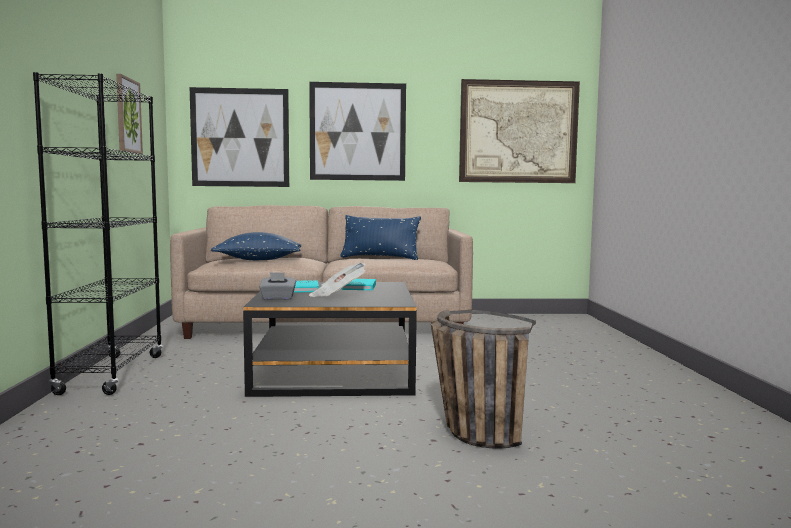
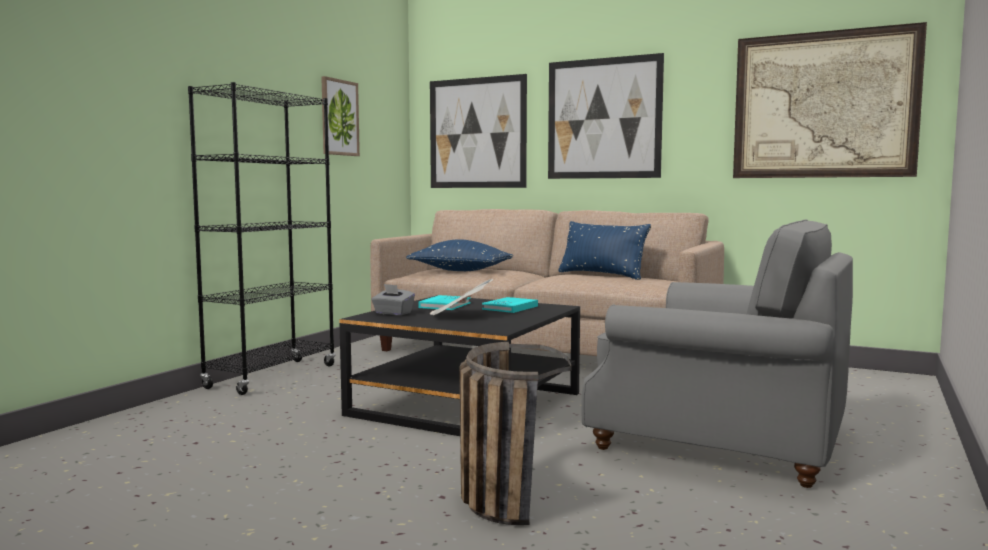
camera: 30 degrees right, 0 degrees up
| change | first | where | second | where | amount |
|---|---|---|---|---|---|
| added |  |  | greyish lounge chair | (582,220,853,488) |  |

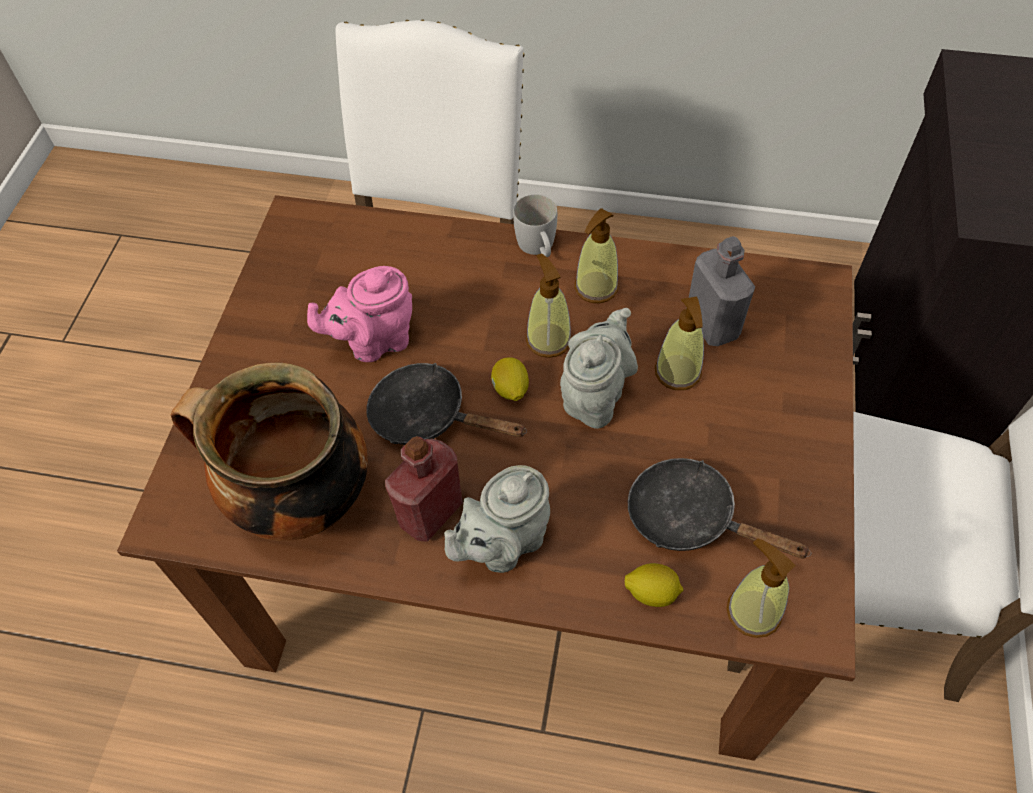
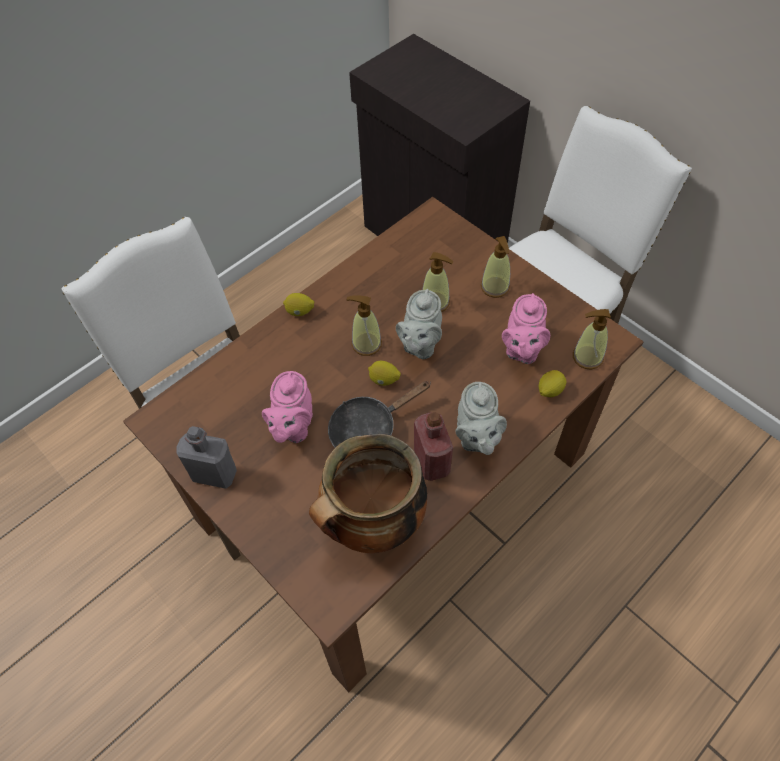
camera: 55 degrees left, 0 degrees up
| change | first | where | second | where | amount |
|---|---|---|---|---|---|
| replaced | white tea mug | (513,194,557,257) | citrus fruit | (283,293,314,316) |  |
| turned | greyish tea pot | (560,308,638,429) |  | (396,289,442,359) | 135 degrees counterclockwise |
| moved | soap bottle | (575,208,619,303) |  | (481,236,510,298) |  |
| replaced | black-coloured frying pan | (628,458,811,559) | pink tea pot | (502,293,550,364) |  |
| moved | greyish drink bottle | (686,236,755,346) |  | (176,426,237,489) |  |

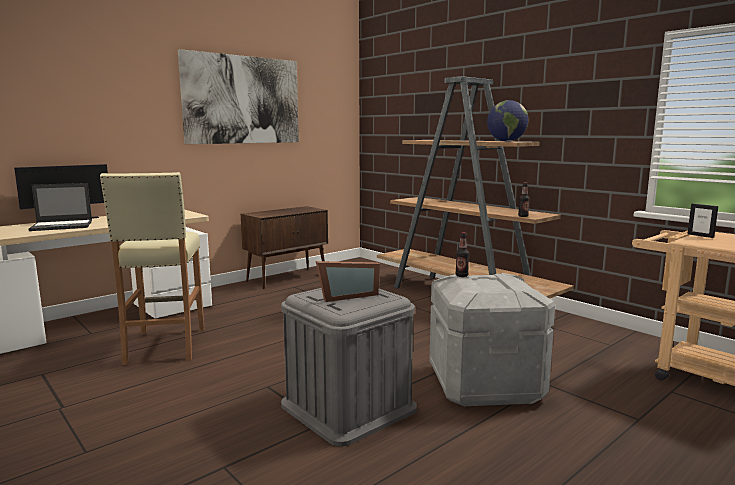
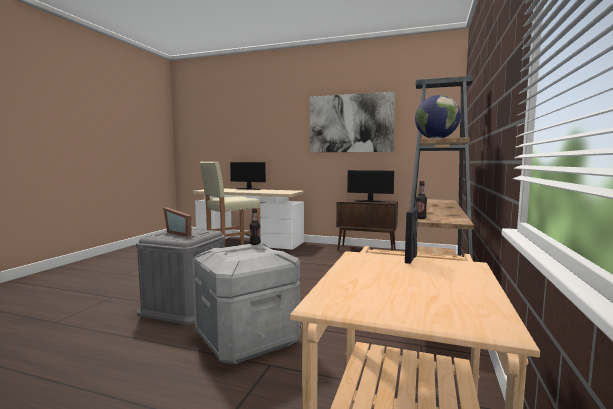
camera: 60 degrees right, 5 degrees down
| change | first | where | second | where | amount |
|---|---|---|---|---|---|
| removed | portable computer | (28,183,92,231) |  |  |  |
| added |  |  | computer display | (347,170,394,203) |  |

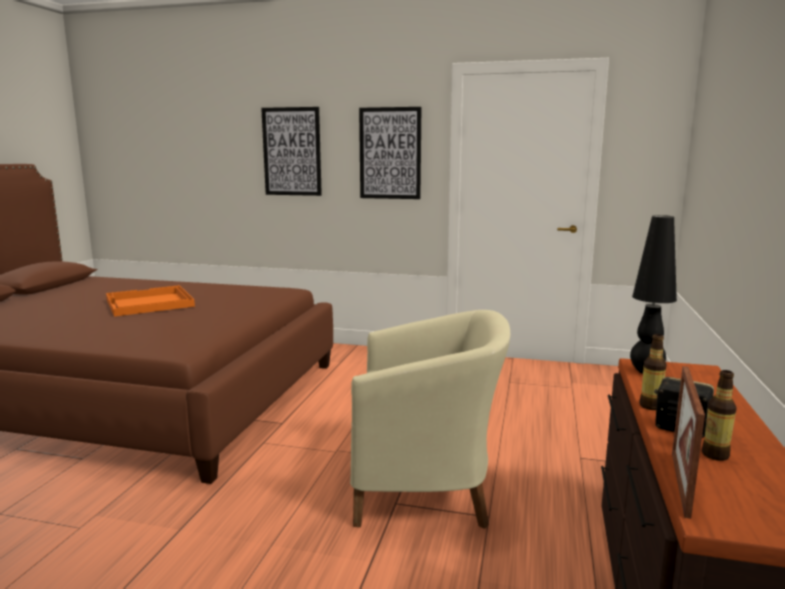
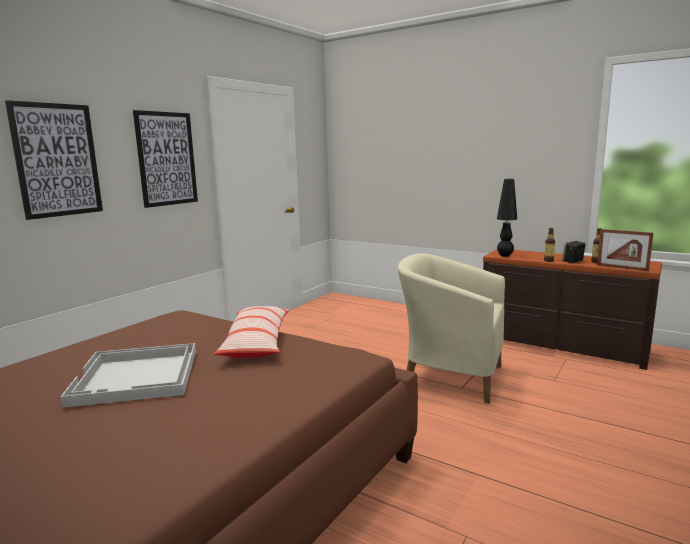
camera: 70 degrees left, 0 degrees up
| change | first | where | second | where | amount |
|---|---|---|---|---|---|
| recoloured | orange-coloured carrying tray | (106,285,195,317) | white carrying tray | (60,343,196,407) |  |
| turned | beige-coloured lounge chair | (350,310,510,529) |  | (398,253,505,404) | 90 degrees counterclockwise |
| added |  |  | cushion | (214,306,289,358) |  |

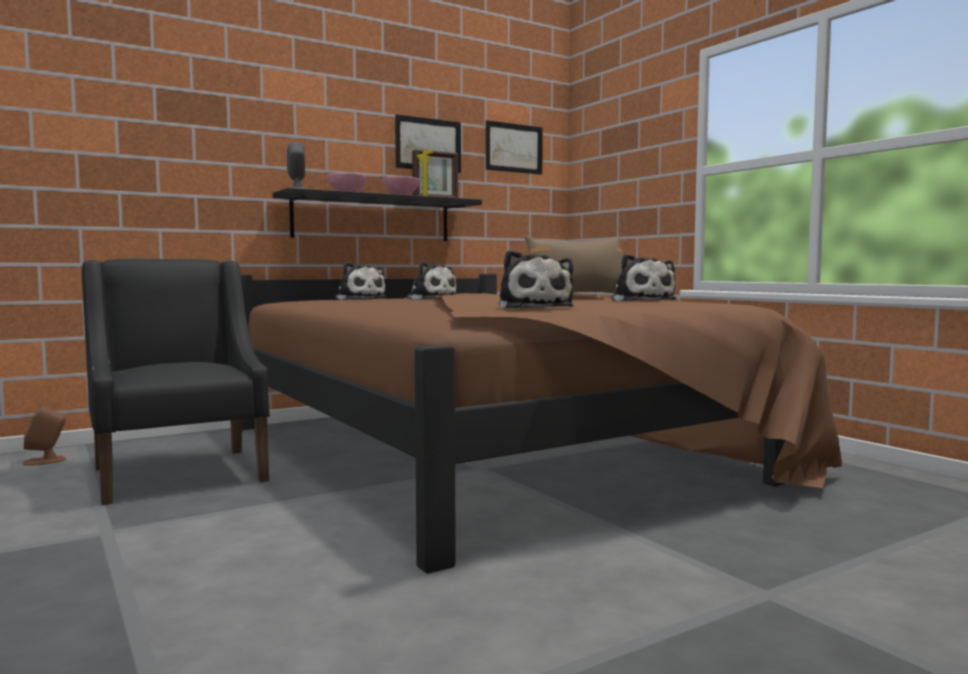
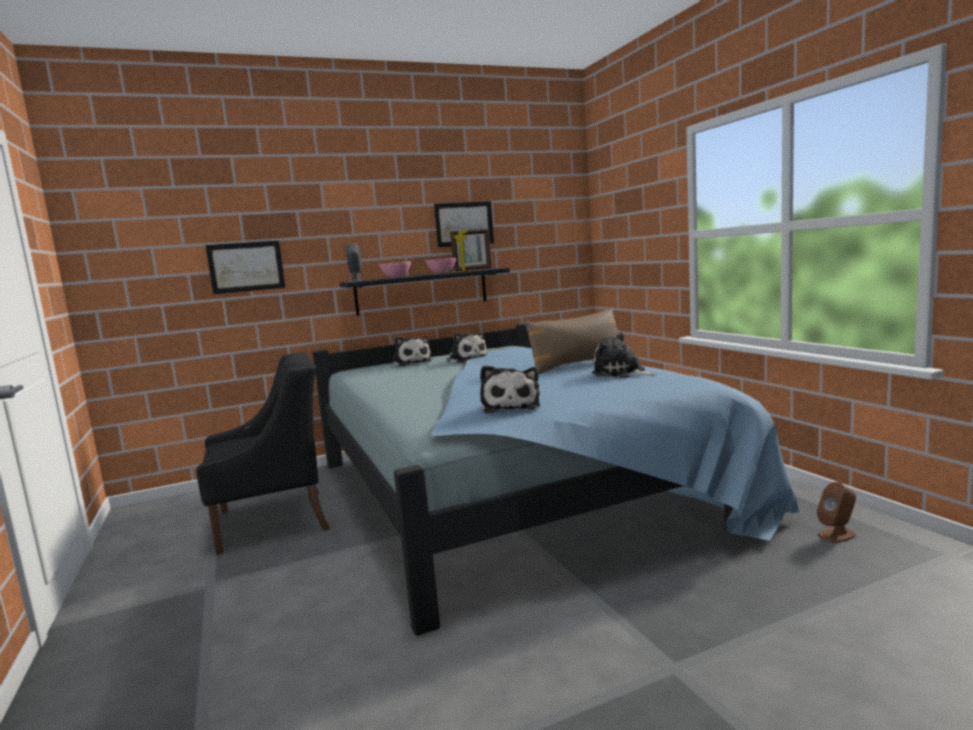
camera: 10 degrees right, 5 degrees up
| change | first | where | second | where | amount |
|---|---|---|---|---|---|
| moved | brown-coloured loudspeaker | (23,406,66,466) |  | (817,482,856,543) |  |
| turned | black-coloured lounge chair | (82,259,270,505) |  | (196,352,330,555) | 90 degrees clockwise |
| recoloured | brown-coloured bed | (241,274,842,574) | blue-coloured bed | (312,323,799,636) |  |
| moved | wall picture | (486,120,543,175) |  | (205,241,285,294) |  |
| turned | plush toy | (611,254,676,301) |  | (592,332,657,378) | 135 degrees clockwise |

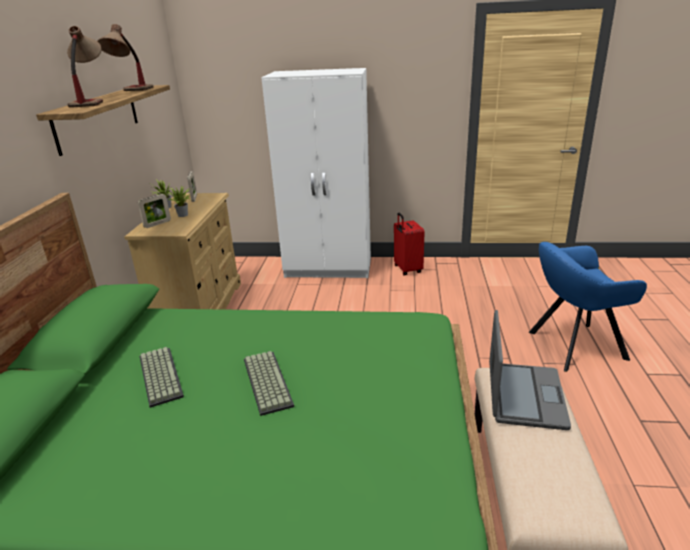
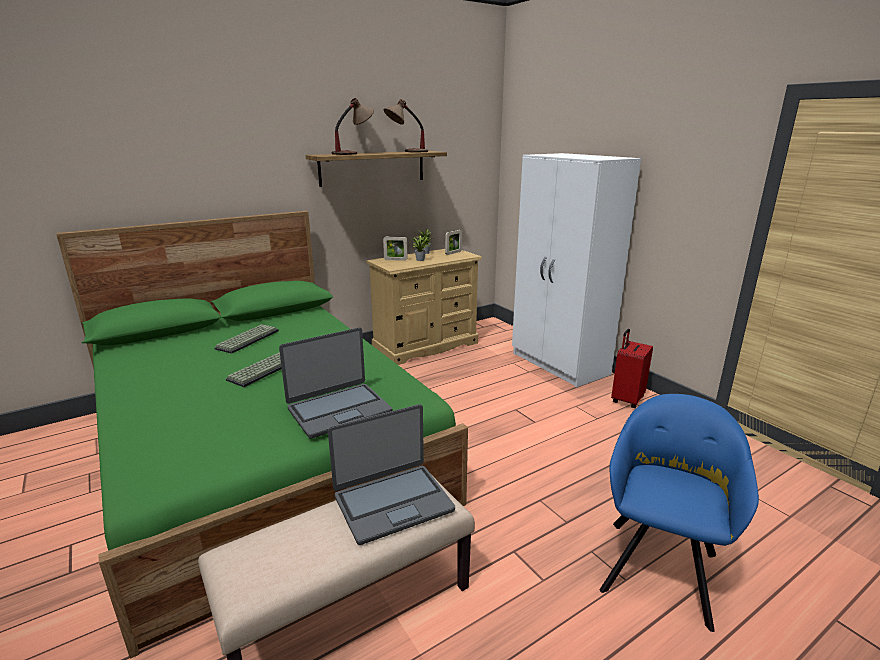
camera: 50 degrees right, 5 degrees down
| change | first | where | second | where | amount |
|---|---|---|---|---|---|
| turned | blue-coloured lounge chair | (529,242,647,372) |  | (600,394,759,632) | 75 degrees clockwise |
| added |  |  | portable computer | (279,328,393,439) |  |

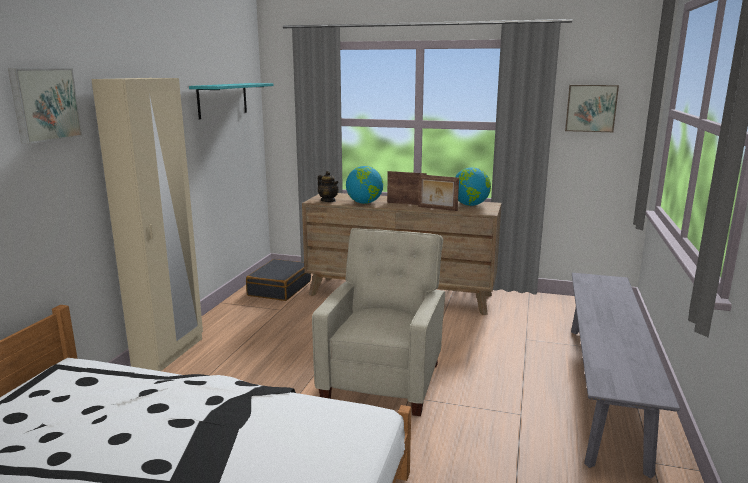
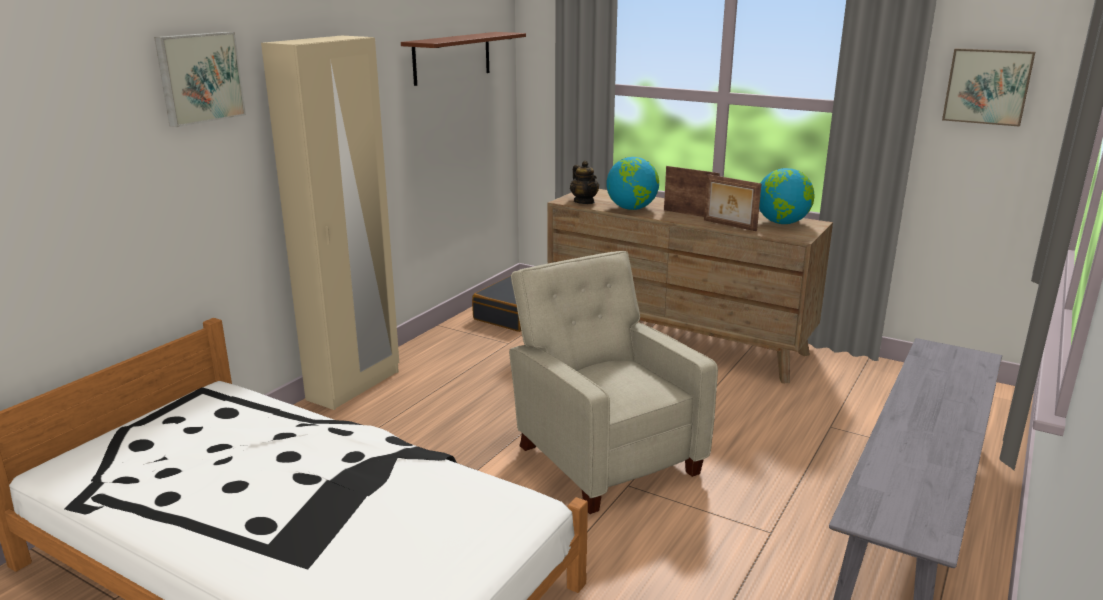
camera: 15 degrees right, 5 degrees up
| change | first | where | second | where | amount |
|---|---|---|---|---|---|
| recoloured | turquoise-coloured shelf | (189,83,274,120) | brown-coloured shelf | (401,32,526,86) |  |
| turned | beige-coloured lounge chair | (312,228,445,416) |  | (509,251,718,514) | 60 degrees counterclockwise |

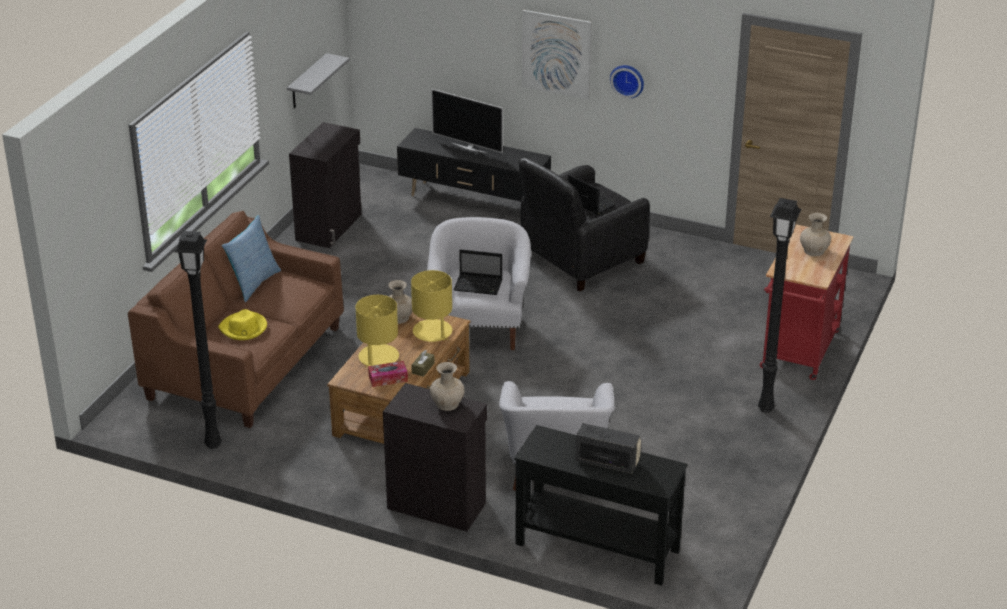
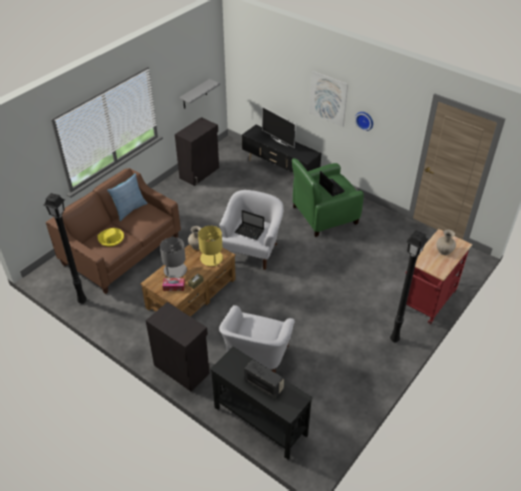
camera: 15 degrees right, 10 degrees up
| change | first | where | second | where | amount |
|---|---|---|---|---|---|
| recoloured | yellow tabletop lamp | (356,295,399,368) | greyish tabletop lamp | (160,237,187,278) |  |
| removed | beige-coloured vase | (430,362,464,411) |  |  |  |
| recoloured | black-coloured lounge chair | (519,158,650,292) | green-coloured lounge chair | (292,158,364,237) |  |

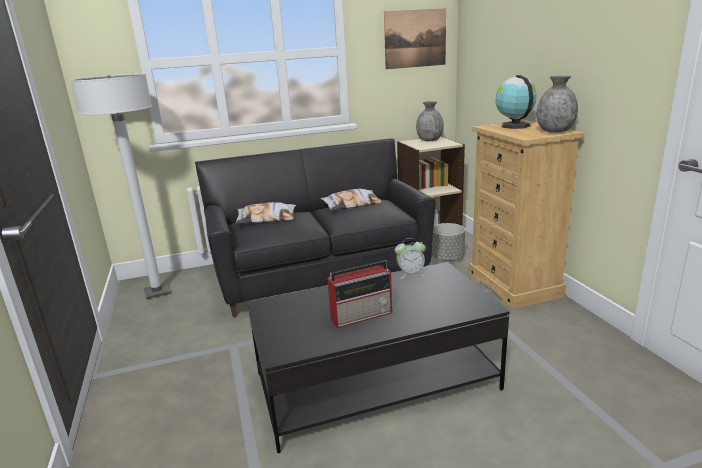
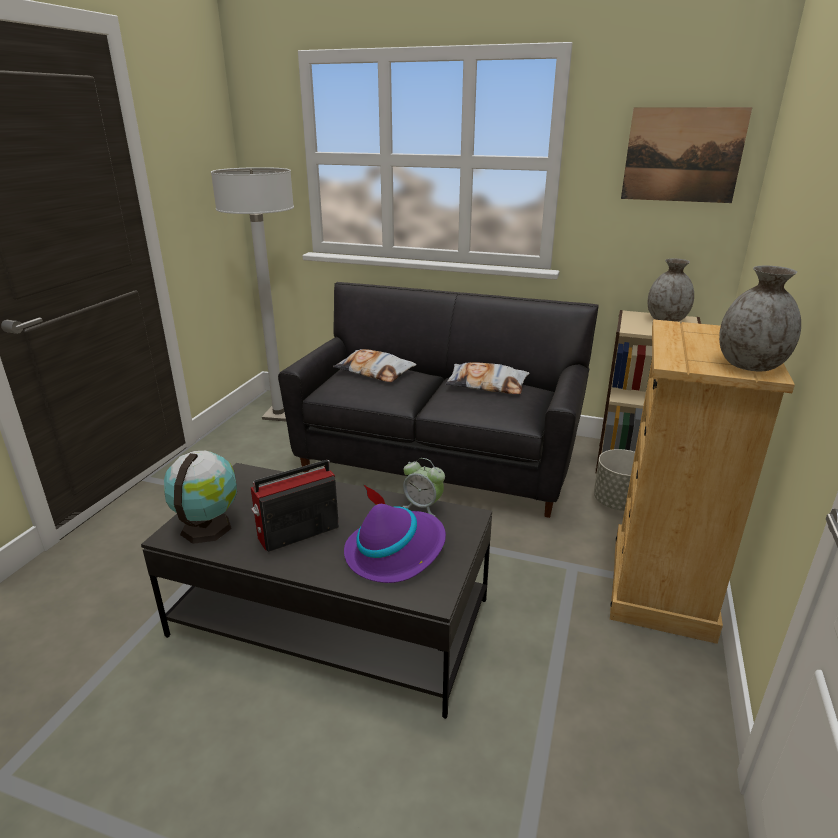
camera: 35 degrees right, 5 degrees up
| change | first | where | second | where | amount |
|---|---|---|---|---|---|
| turned | radio receiver | (328,260,392,328) |  | (251,460,339,552) | 135 degrees clockwise |
| moved | world globe | (496,75,536,129) |  | (164,451,237,544) |  |
| added |  |  | purple clothing hat | (344,484,446,583) |  |

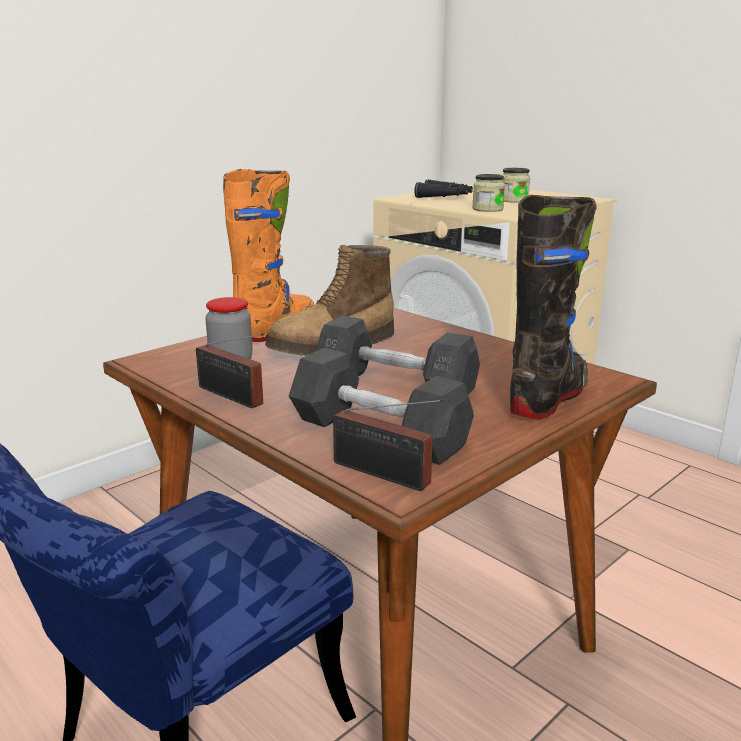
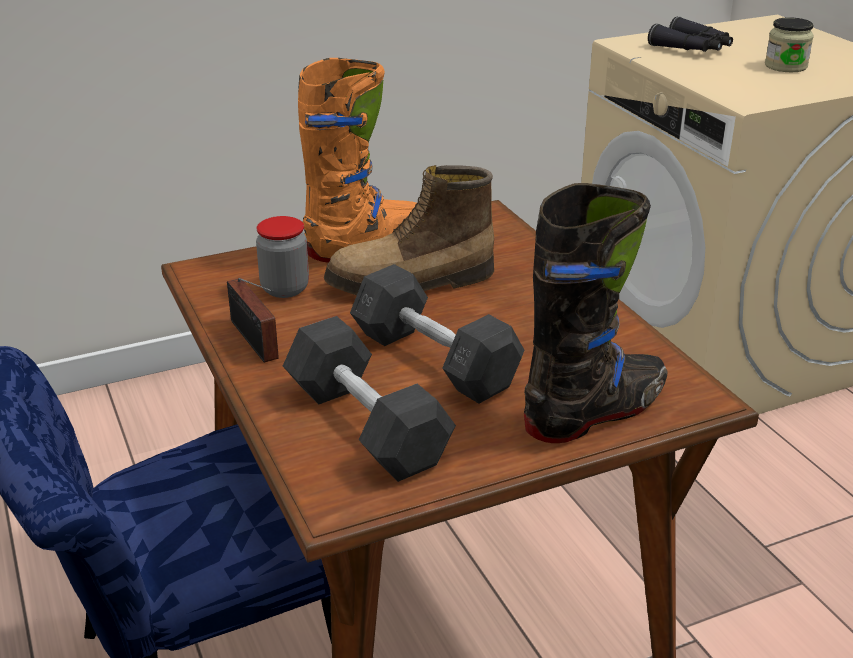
camera: 20 degrees right, 10 degrees up
| change | first | where | second | where | amount |
|---|---|---|---|---|---|
| removed | radio receiver | (333,399,444,491) |  |  |  |
| removed | storage jar | (472,174,505,212) |  |  |  |

